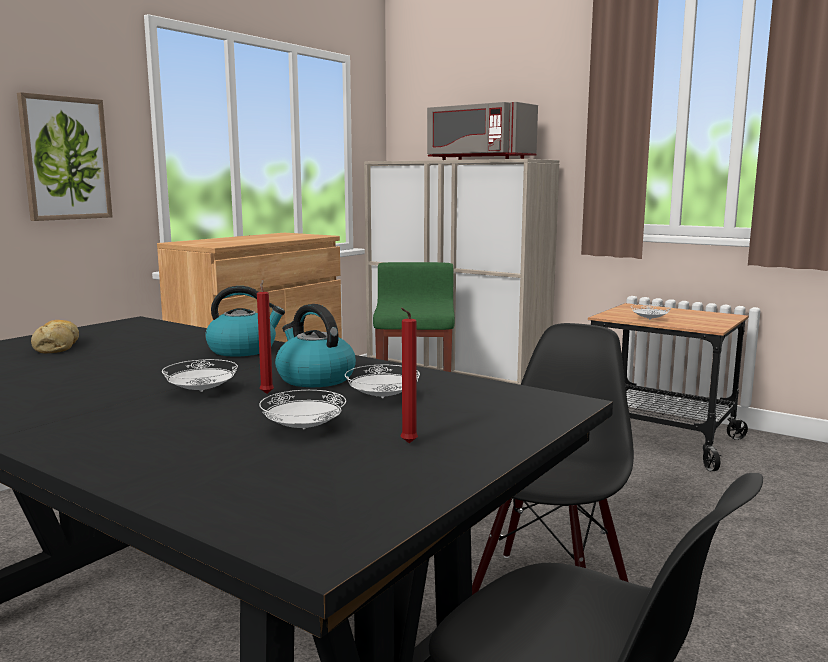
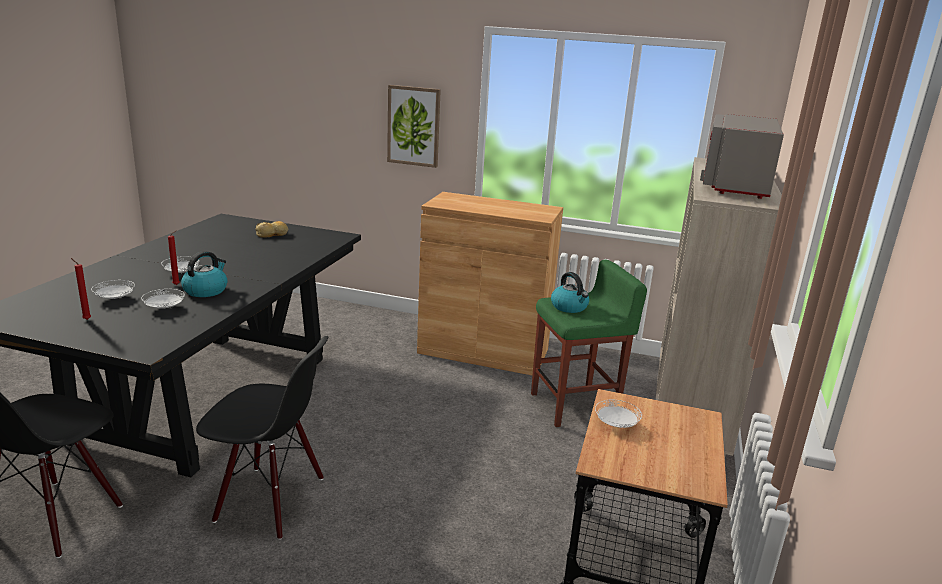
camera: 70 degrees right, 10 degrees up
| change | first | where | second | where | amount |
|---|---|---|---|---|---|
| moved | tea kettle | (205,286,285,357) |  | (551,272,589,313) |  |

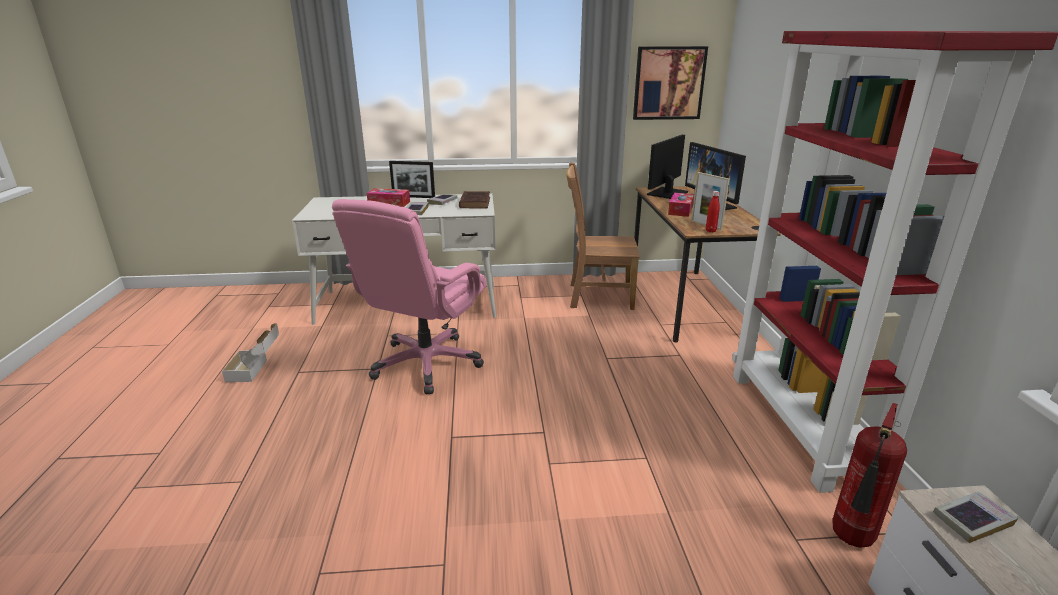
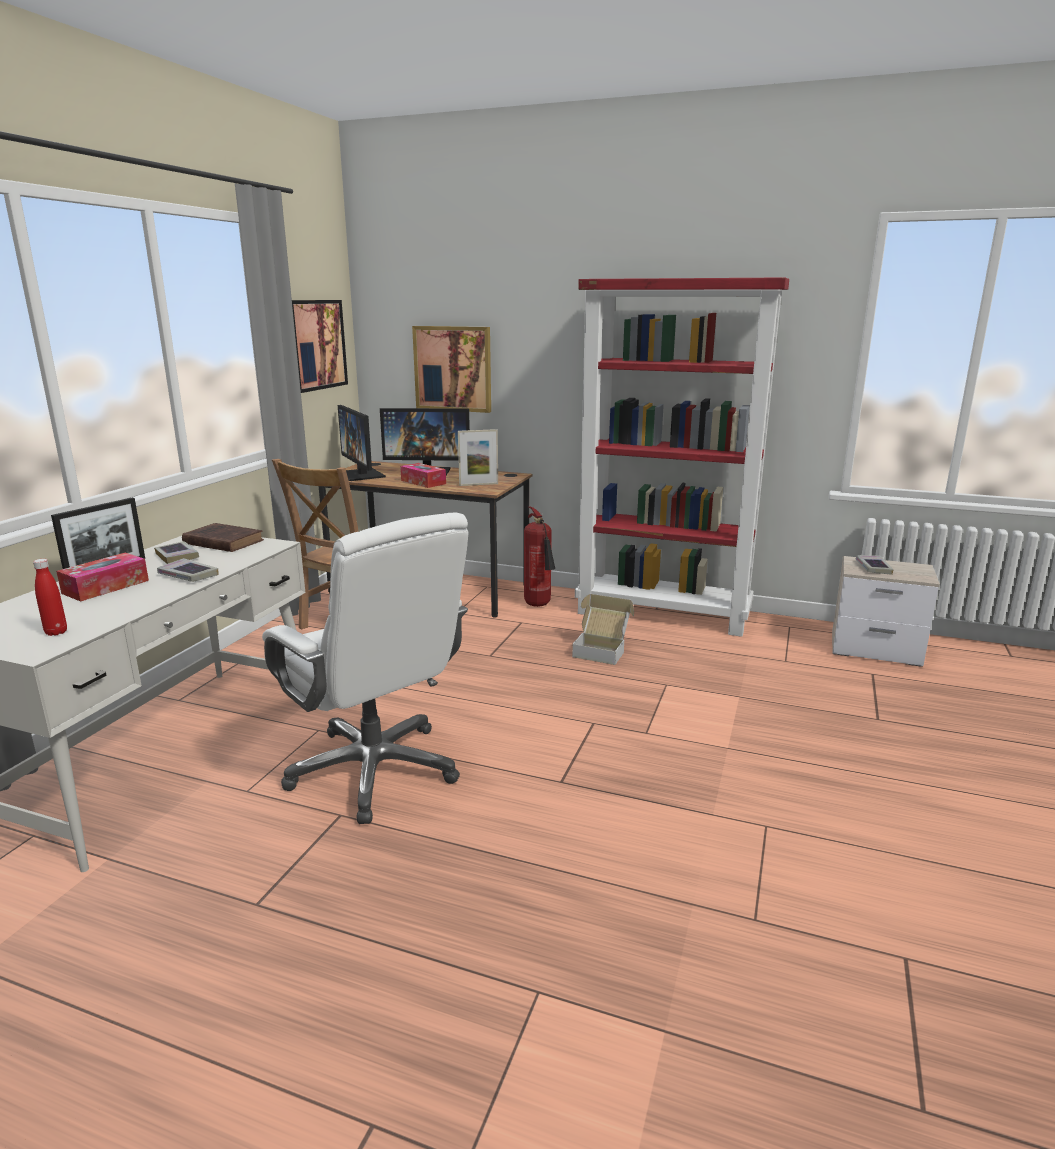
camera: 65 degrees left, 5 degrees down
| change | first | where | second | where | amount |
|---|---|---|---|---|---|
| moved | carton | (222,323,279,382) |  | (572,594,634,665) |  |
| recoloured | pink computer chair | (332,199,487,395) | white computer chair | (262,512,469,824) |  |
| moved | reddish drink bottle | (706,191,720,232) |  | (33,559,67,636) |  |
| moved | fire extinguisher | (833,403,907,548) |  | (524,507,555,607) |  |
| added |  |  | wall picture | (412,326,491,413) |  |

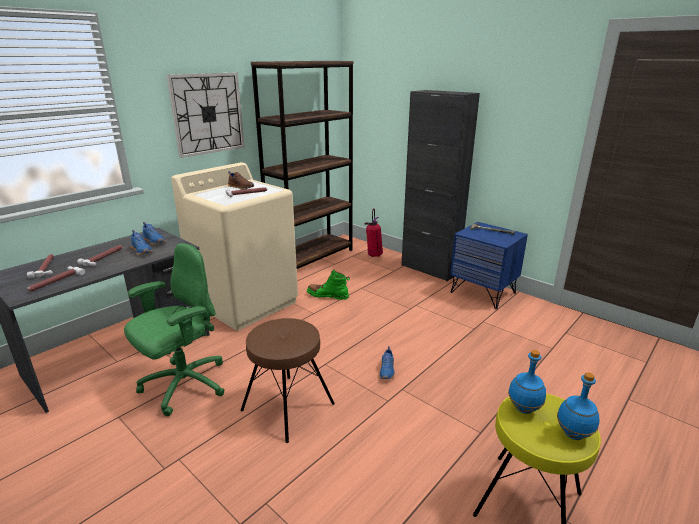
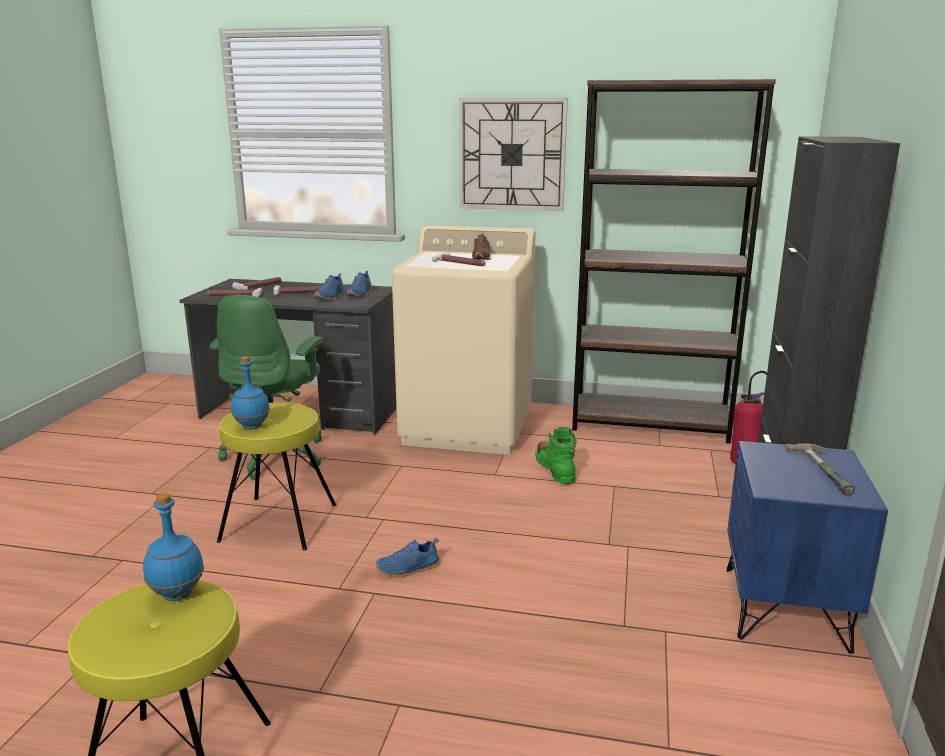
camera: 60 degrees right, 5 degrees down
| change | first | where | second | where | amount |
|---|---|---|---|---|---|
| turned | green-coloured computer chair | (124,243,224,416) |  | (210,295,323,480) | 90 degrees clockwise |
| recoloured | brown-coloured stool seat | (240,318,335,443) | yellow stool seat | (217,402,336,551) |  |
| moved | blue-coloured drink bottle | (557,372,599,440) |  | (231,356,270,430) |  |

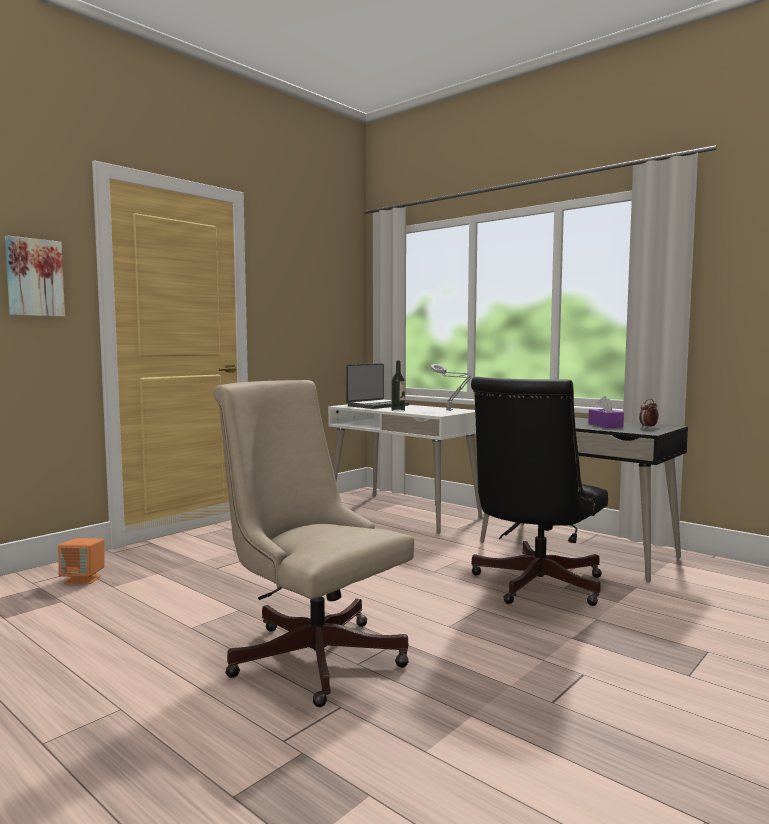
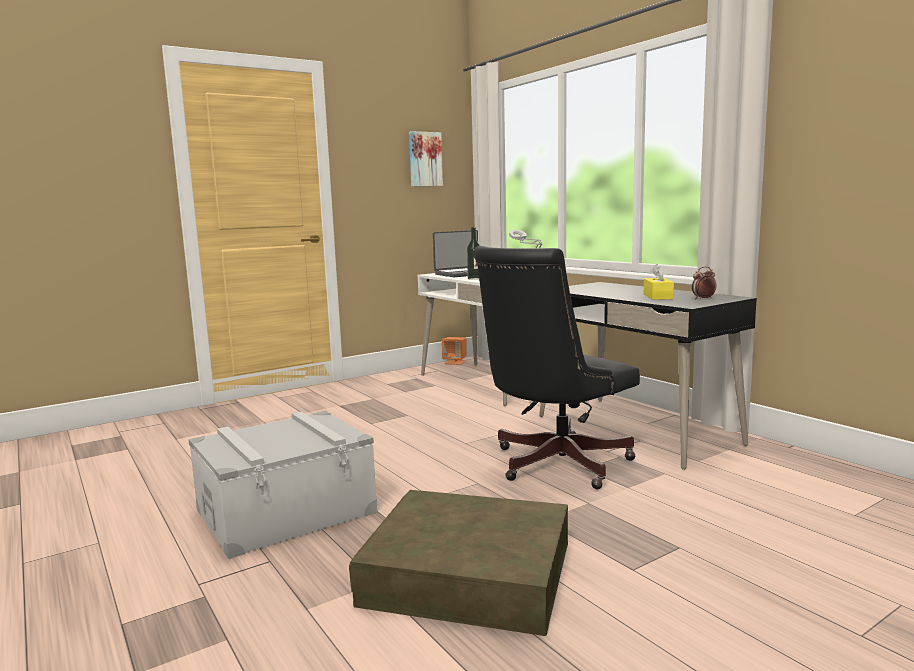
camera: 15 degrees right, 5 degrees up
| change | first | where | second | where | amount |
|---|---|---|---|---|---|
| moved | wall picture | (5,236,65,317) |  | (409,131,443,186) |  |
| moved | orange-coloured loudspeaker | (58,538,105,584) |  | (442,337,467,365) |  |
| replaced | beige-coloured computer chair | (214,380,414,707) | greyish storage bin | (188,411,378,559) |  |
| recoloured | purple tissue box | (588,396,624,428) | yellow tissue box | (644,264,674,300) |  |
| added |  |  | brown-coloured storage bin | (349,490,568,636) |  |

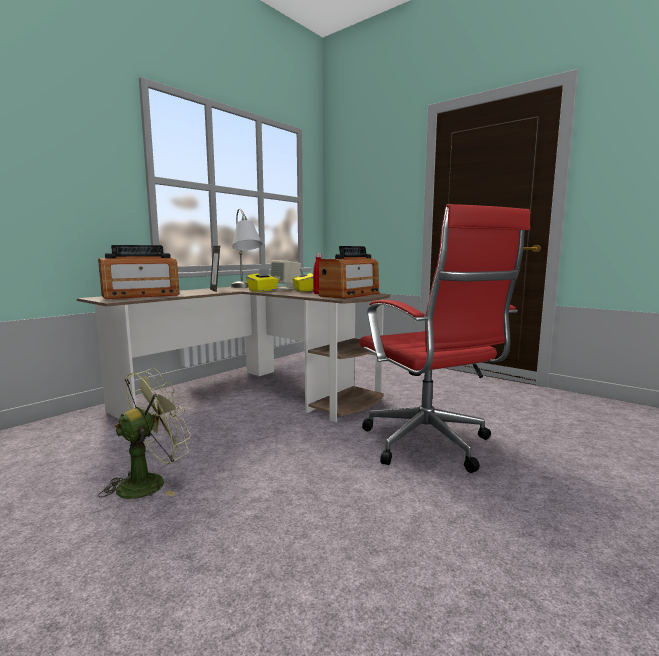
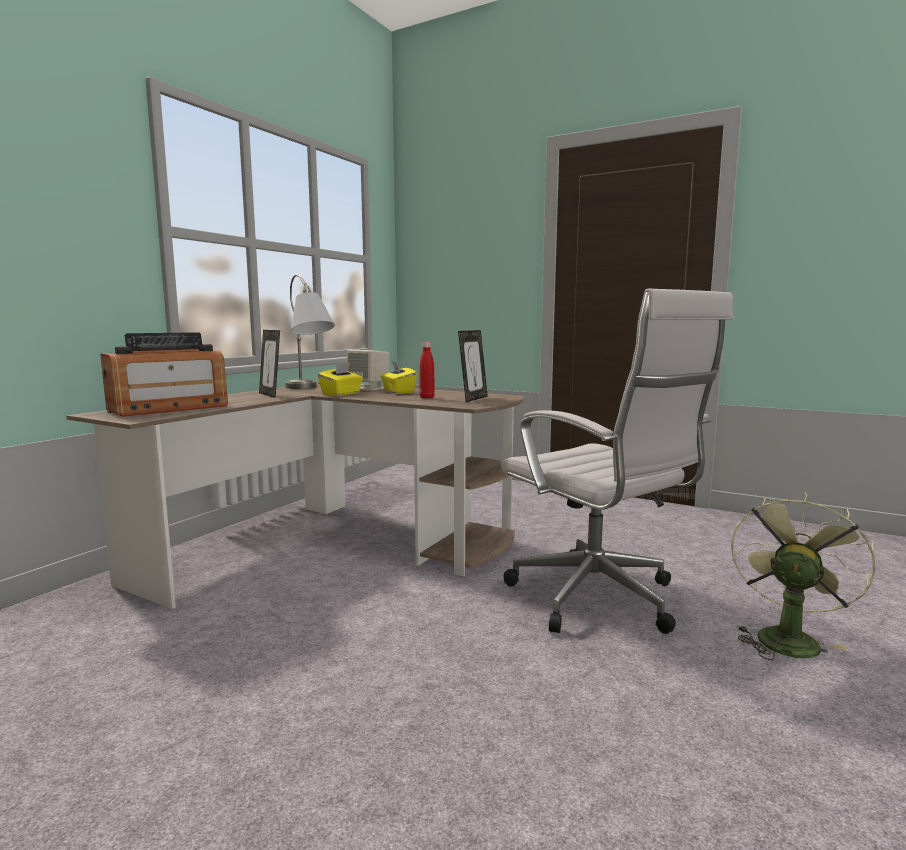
camera: 10 degrees left, 0 degrees up
| change | first | where | second | where | amount |
|---|---|---|---|---|---|
| moved | green-coloured cooling fan | (98,368,191,499) |  | (731,493,876,660) |  |
| replaced | radio receiver | (319,246,380,299) | picture frame | (458,330,488,402) |  |
| recoloured | reddish computer chair | (360,204,530,473) | white computer chair | (501,288,733,634) |  |

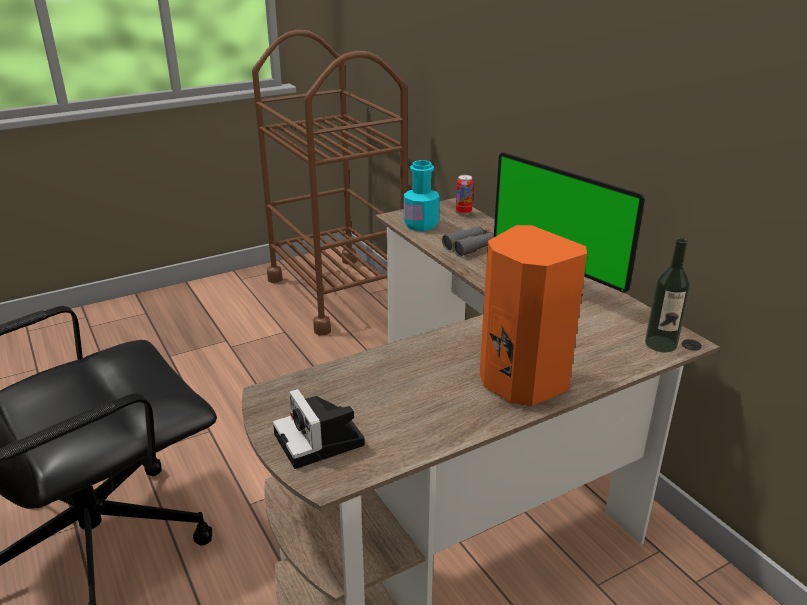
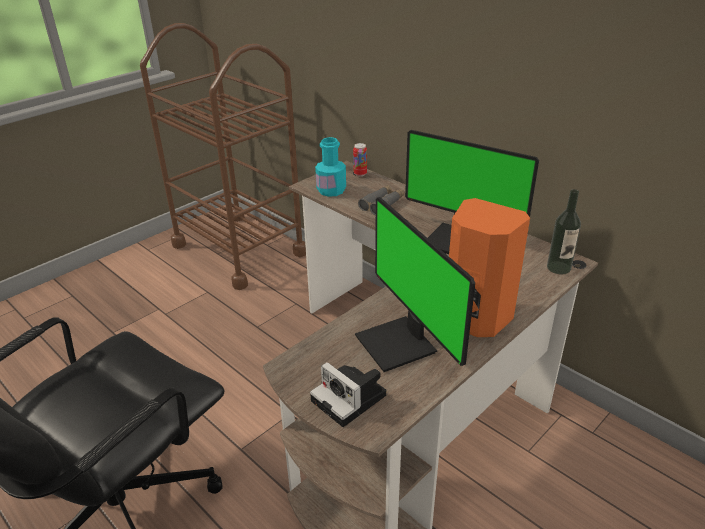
camera: 15 degrees left, 5 degrees up
| change | first | where | second | where | amount |
|---|---|---|---|---|---|
| added |  |  | computer display | (355,197,475,372) |  |

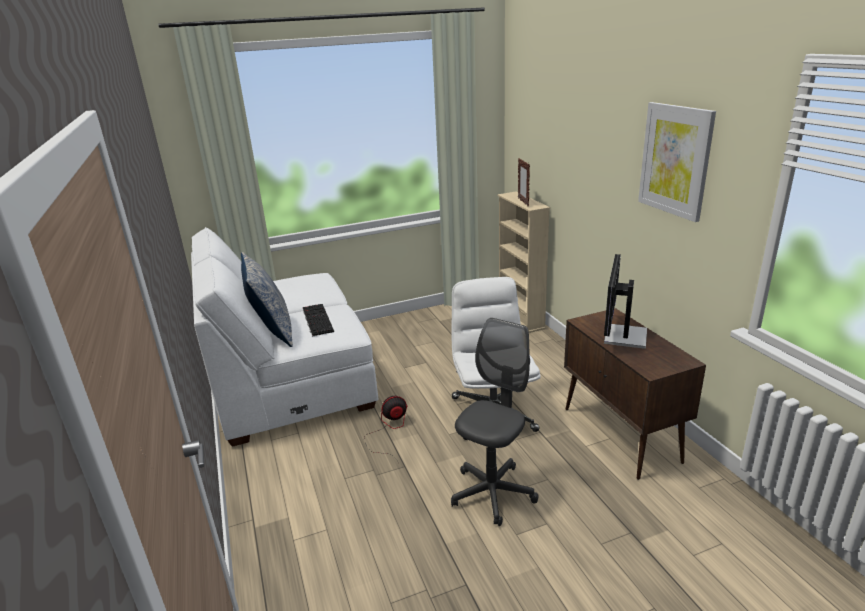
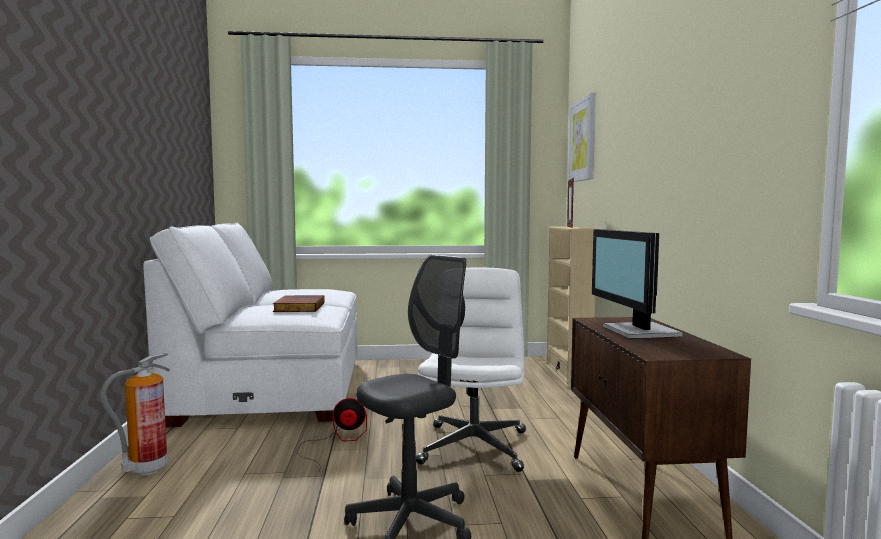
camera: 15 degrees right, 20 degrees down
| change | first | where | second | where | amount |
|---|---|---|---|---|---|
| removed | cushion | (241,252,293,347) |  |  |  |
| replaced | computer keyboard | (303,304,334,337) | bound book | (273,295,325,312) |  |
| turned | computer display | (604,254,647,349) |  | (592,229,683,338) | 45 degrees counterclockwise |
| moved | wall picture | (638,102,716,222) |  | (568,92,596,182) |  |
| added |  |  | fire extinguisher | (101,353,170,476) |  |

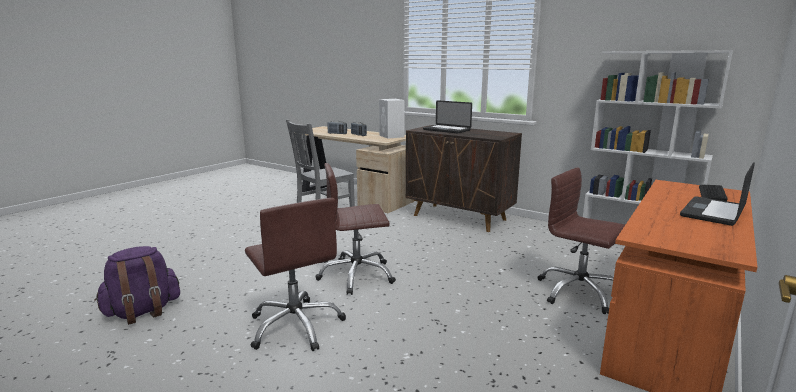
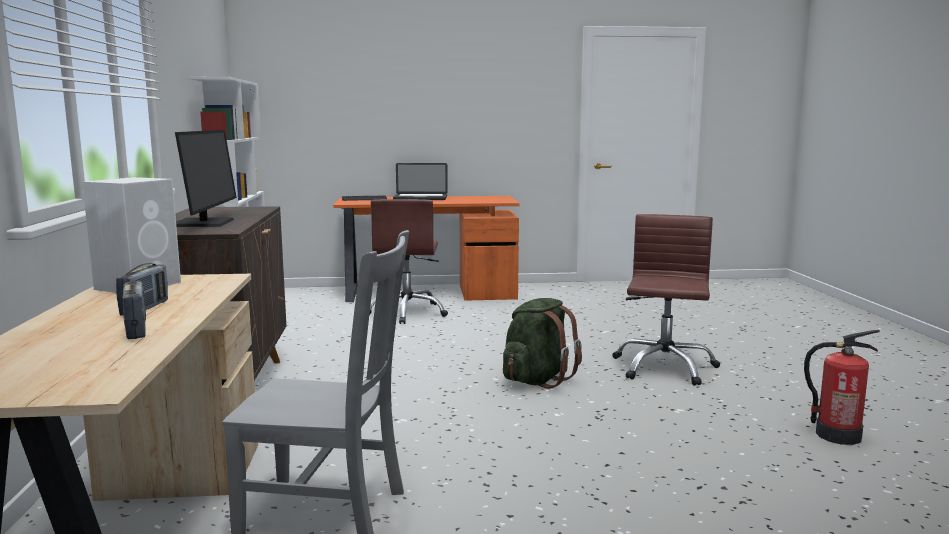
camera: 130 degrees left, 5 degrees down
| change | first | where | second | where | amount |
|---|---|---|---|---|---|
| replaced | purple knapsack | (94,246,180,325) | fire extinguisher | (804,330,880,445) |  |
| replaced | brown-coloured computer chair | (316,163,396,295) | green-coloured knapsack | (503,298,582,389) |  |
| replaced | portable computer | (423,100,472,133) | computer display | (175,130,237,227) |  |

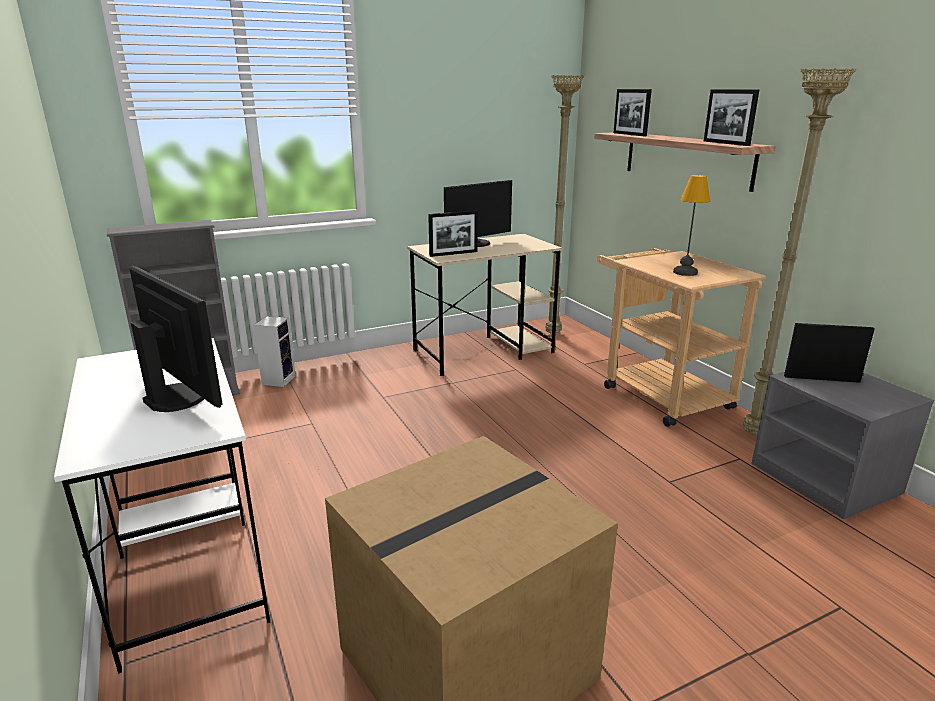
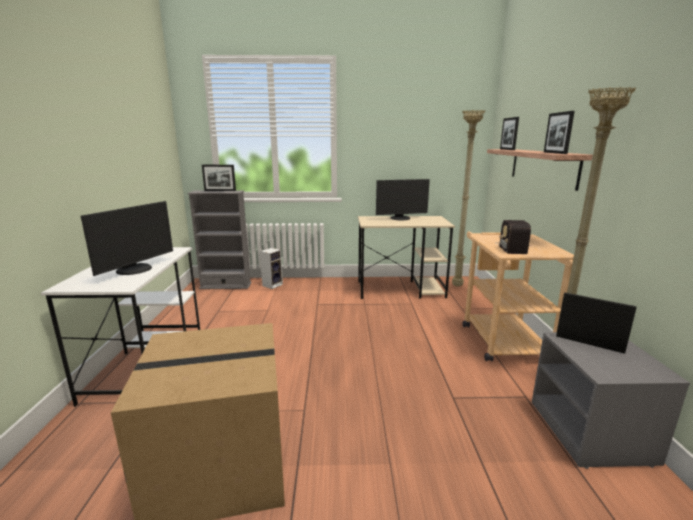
camera: 25 degrees right, 5 degrees down
| change | first | where | second | where | amount |
|---|---|---|---|---|---|
| turned | computer display | (130,266,223,412) |  | (81,201,173,276) | 45 degrees clockwise |
| moved | picture frame | (428,210,478,257) |  | (202,165,236,191) |  |
| replaced | tabletop lamp | (673,175,710,276) | radio receiver | (495,220,532,254) |  |

